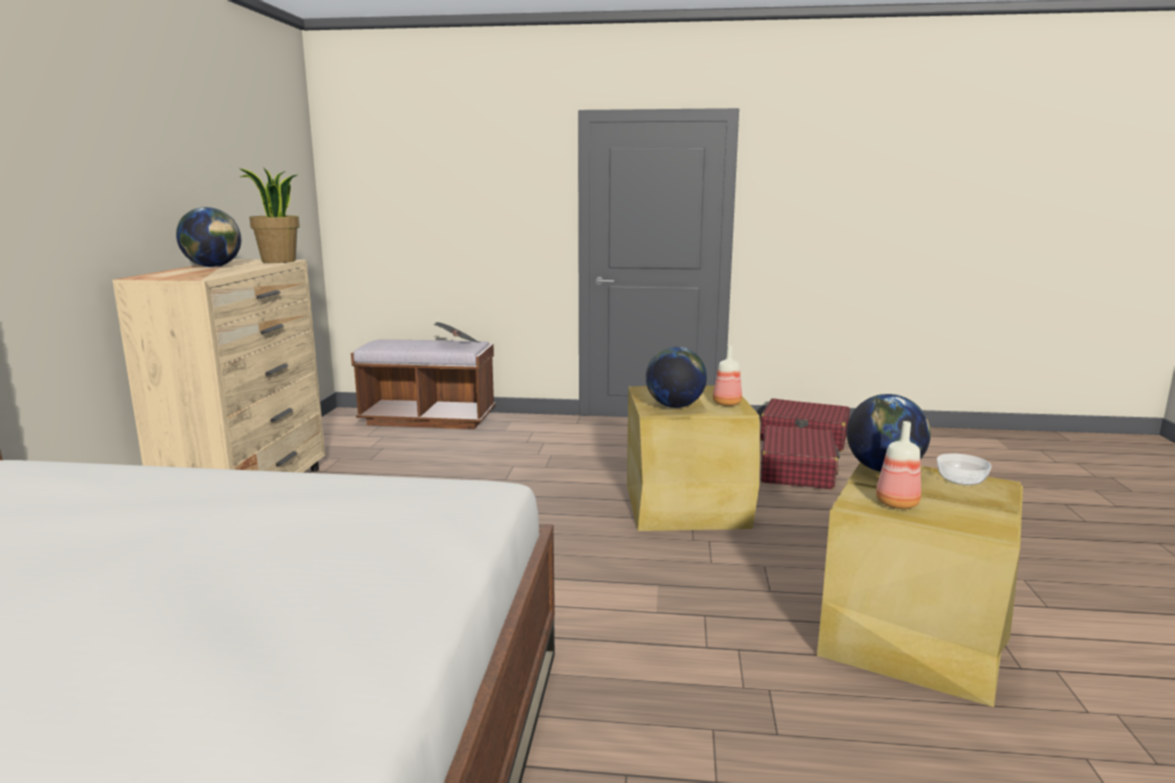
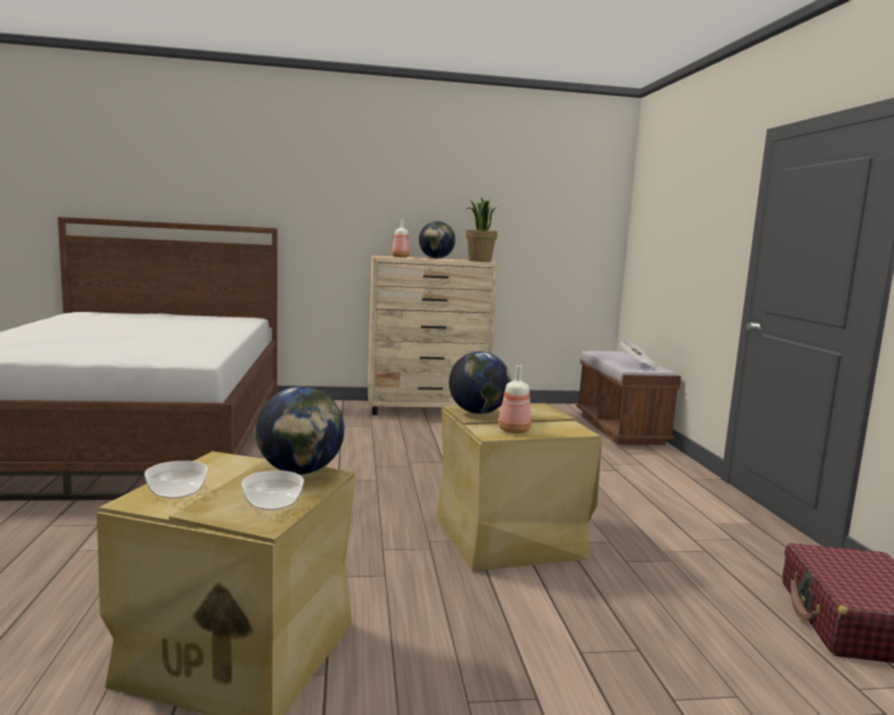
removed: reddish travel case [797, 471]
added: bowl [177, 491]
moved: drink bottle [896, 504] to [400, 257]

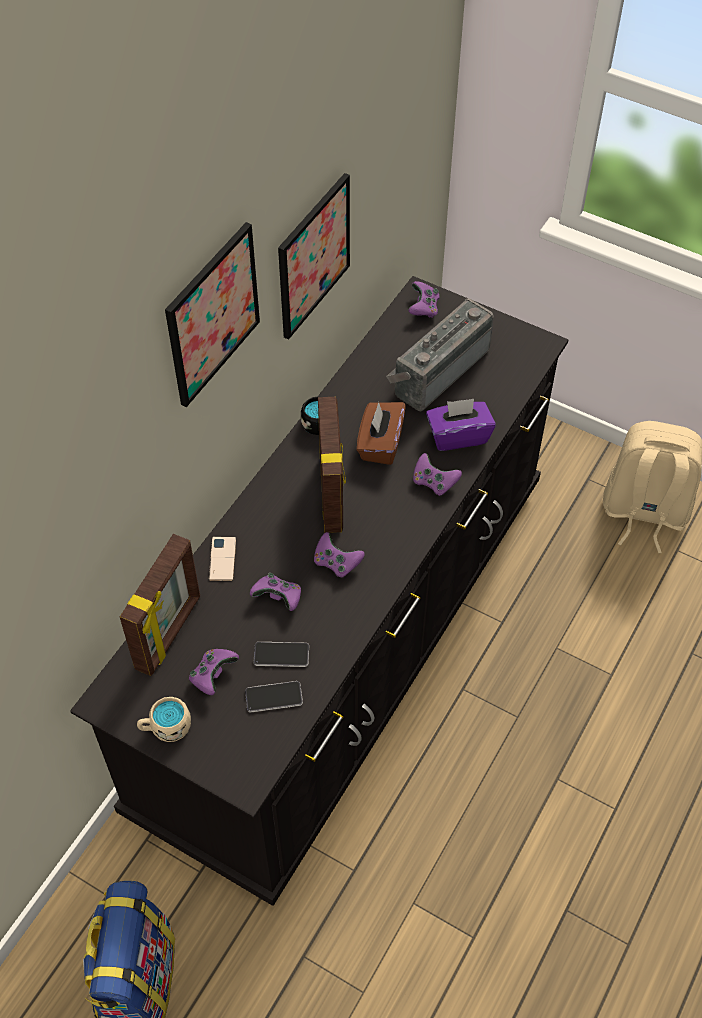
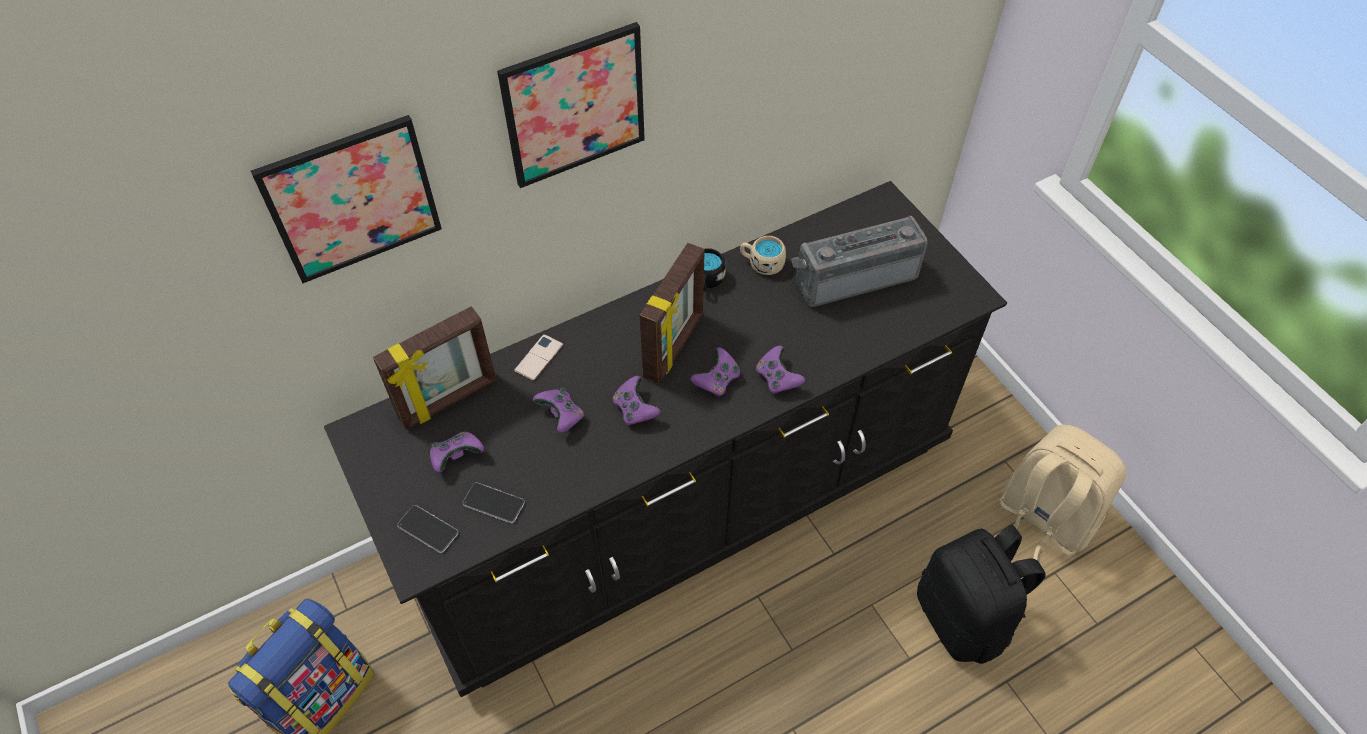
removed: brown-coloured box of tissues [380, 444]; purple-coloured box of tissues [458, 436]
added: black-coloured knapsack [964, 618]
moved: beige-coloured tea mug [165, 727] to [761, 263]; telephone [281, 655] to [428, 529]; picture [313, 256] to [352, 199]; purple-coloured gamepad [423, 308] to [716, 381]

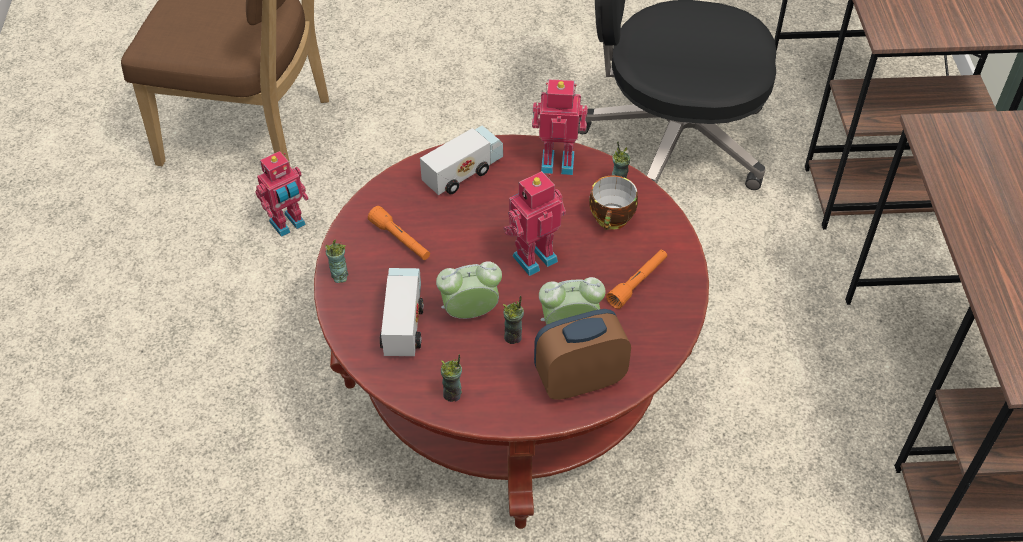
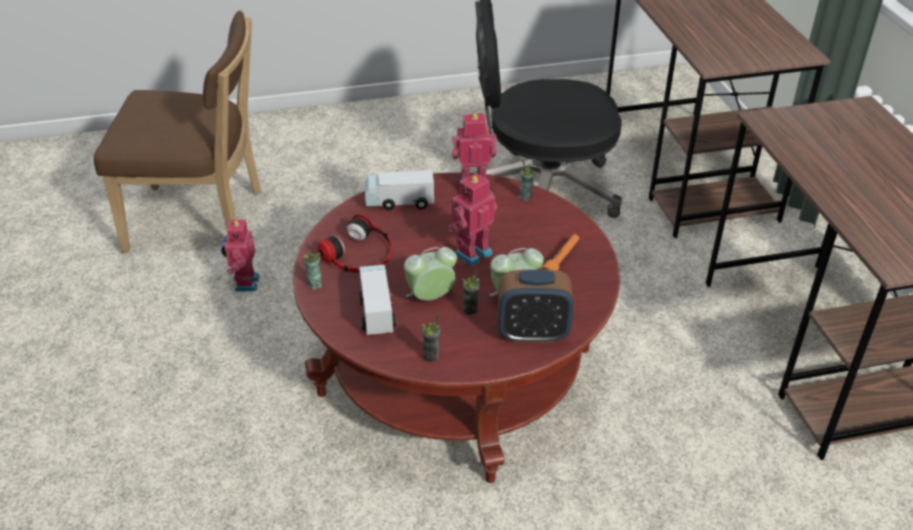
removed: drinking cup [612, 219]
replaced: orangey hand torch [400, 240] to pair of headphones [360, 254]
turned: robot figure [288, 224] = [244, 283] 135 degrees clockwise; model truck [463, 172] = [399, 202] 135 degrees counterclockwise; bedside clock [579, 380] = [533, 333] 150 degrees counterclockwise

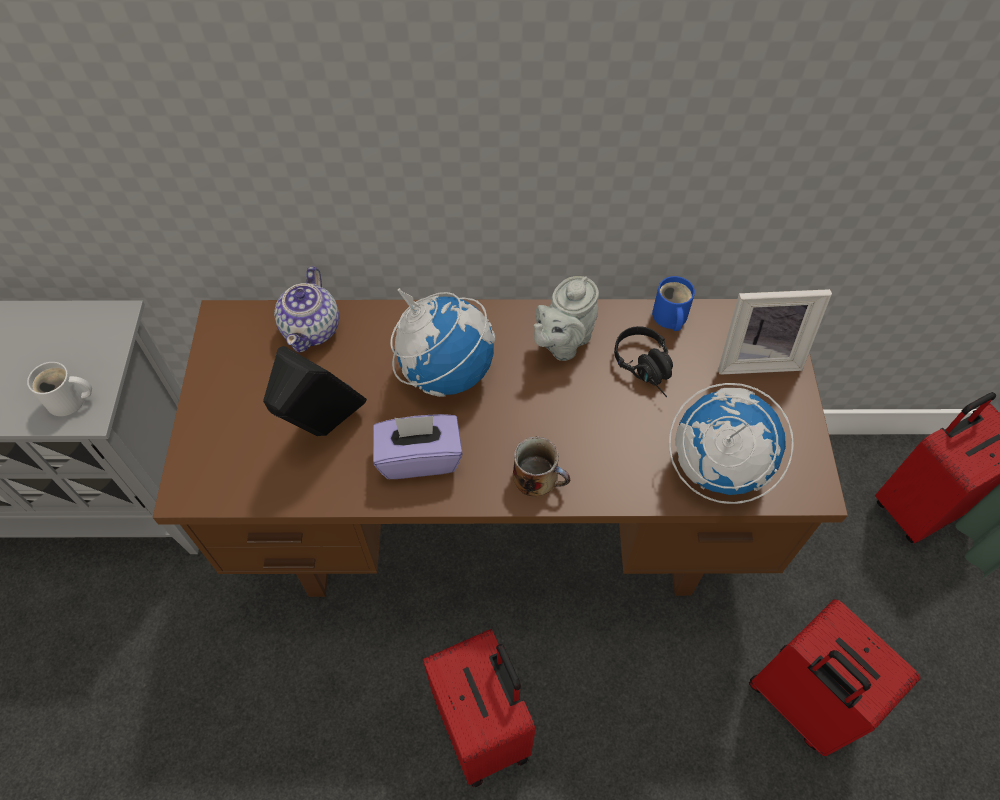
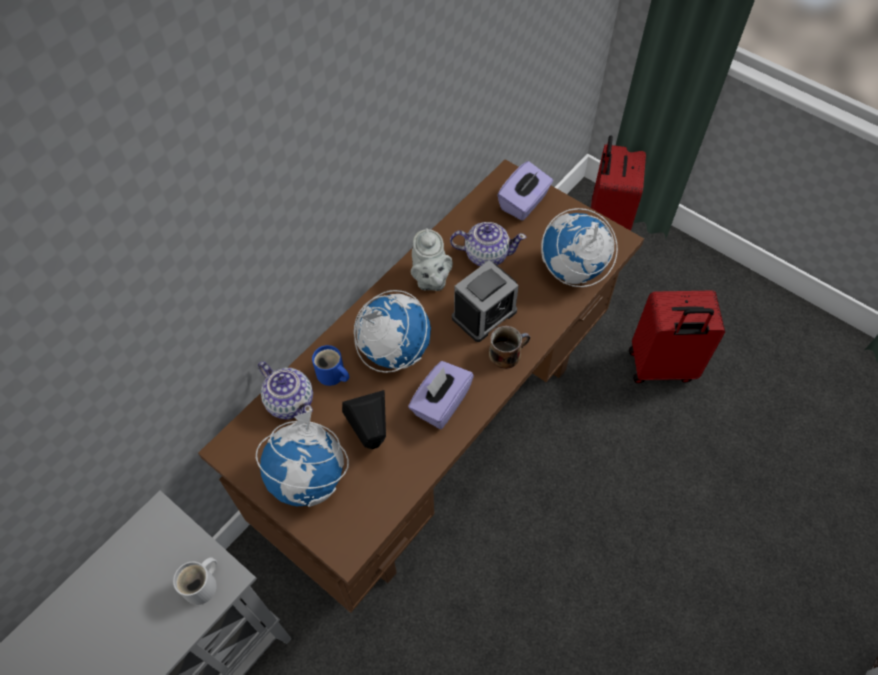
removed: reddish travel case [484, 728]
added: world globe [309, 478]; bedside clock [484, 314]
moved: blue-coloured tea mug [669, 318] to [332, 375]
replaced: black-coloured pair of headphones [647, 369] to teapot [486, 254]; picture frame [756, 357] to purple-coloured box of tissues [524, 203]

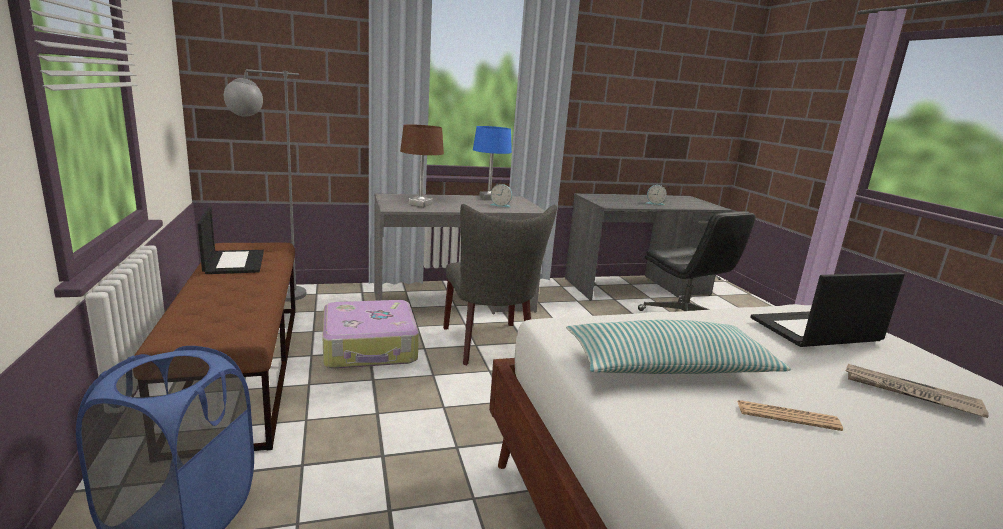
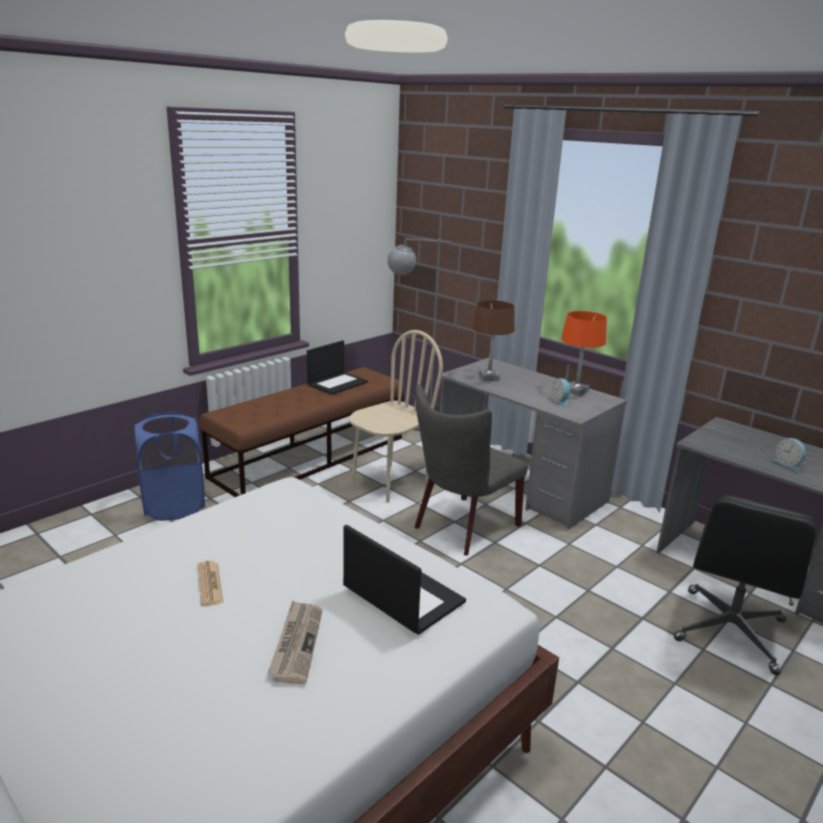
removed: pillow [668, 368]
replaced: travel case [370, 347] to beige-coloured chair [389, 483]
recoloured: blue-coloured table lamp [488, 198] to orangey table lamp [576, 391]

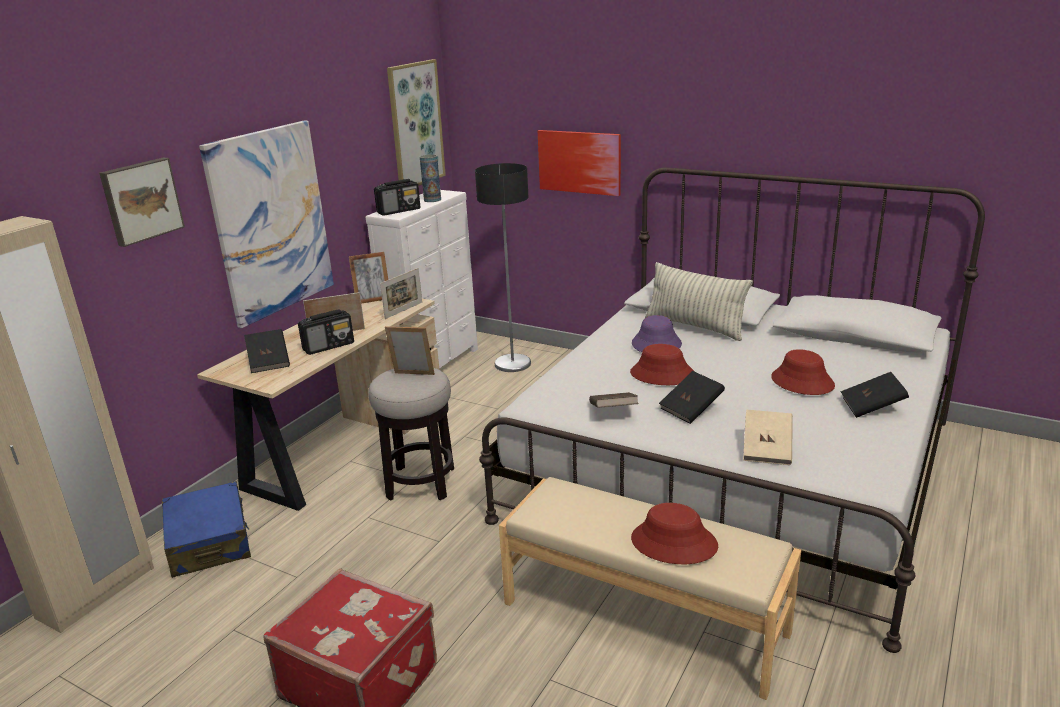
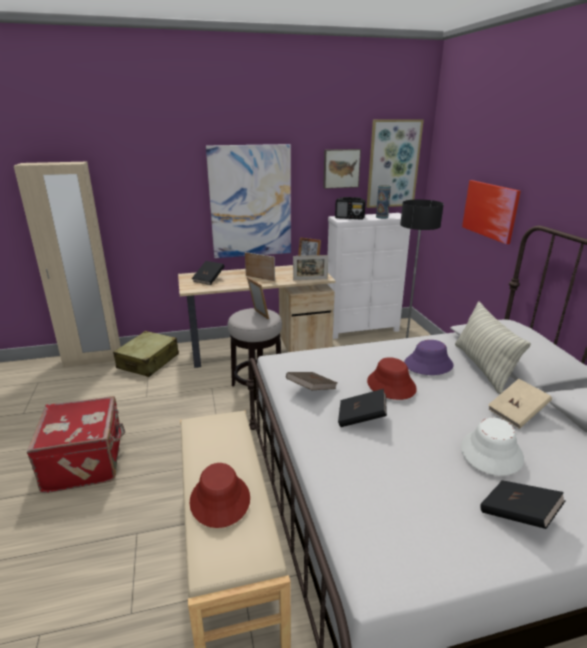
removed: radio set [329, 346]
moved: picture [141, 201] to [341, 168]; beige-coloured volume [767, 450] to [516, 413]
recoloured: blue-coloured travel case [209, 542] to beige-coloured travel case [148, 361]; reddish clothing hat [802, 382] to whitish clothing hat [491, 452]

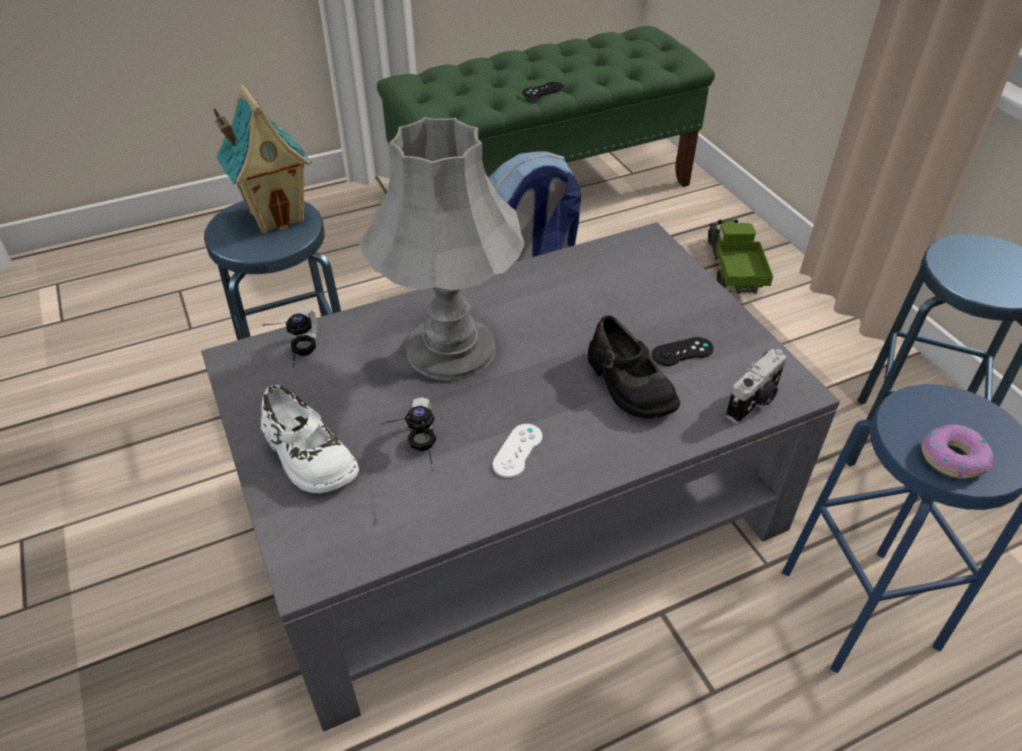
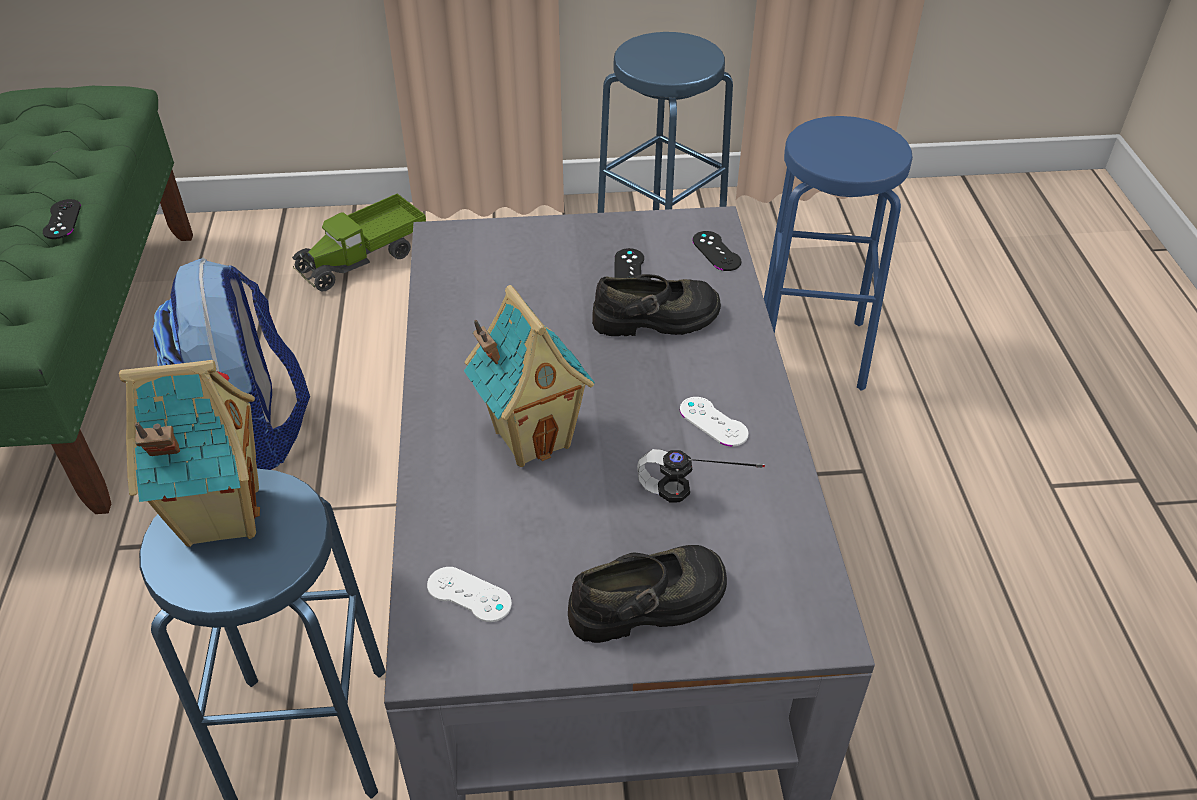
removed: doughnut [953, 458]
replaced: pair of headphones [291, 361] to whitish gamepad [469, 594]; grey table lamp [450, 350] to miniature house [532, 437]; photo camera [754, 402] to black-coloured gamepad [716, 251]
recoloured: whitish low shoe [307, 455] to black-coloured low shoe [649, 603]
turned: model truck [732, 269] = [364, 259] 60 degrees counterclockwise

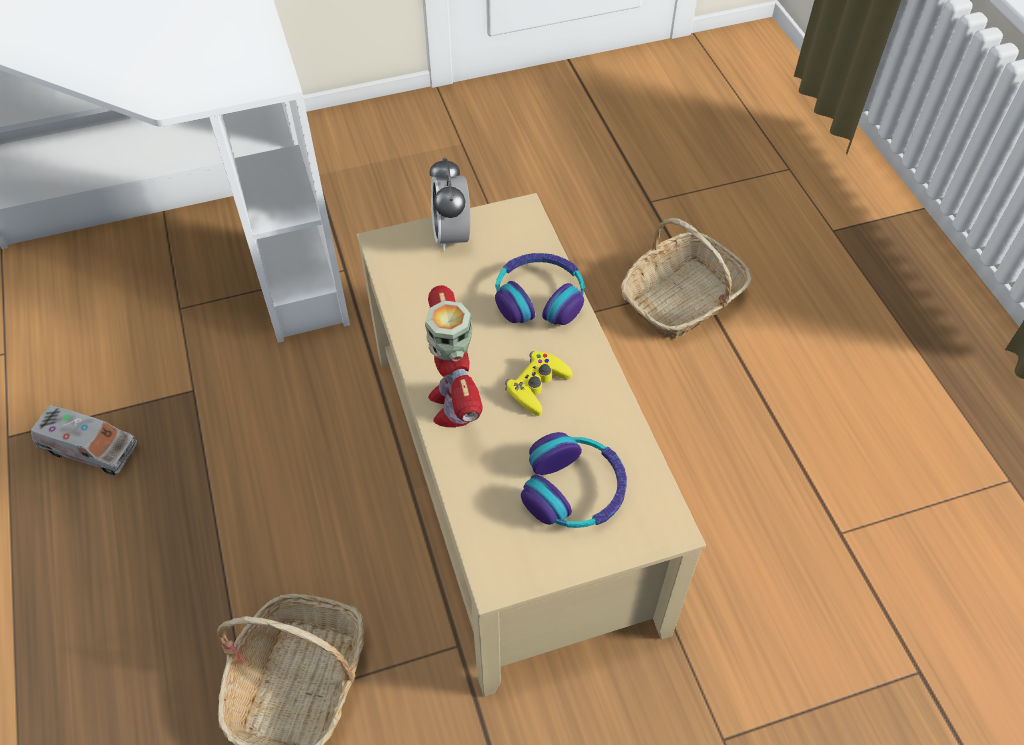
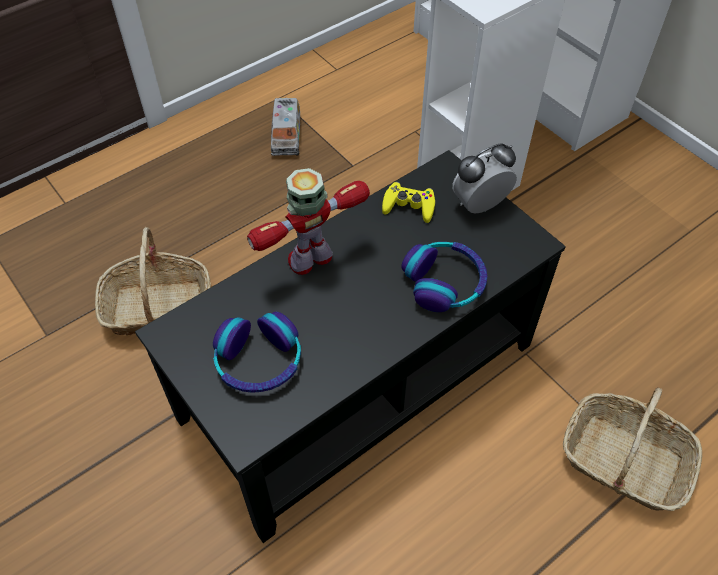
moved: yellowish gamepad [537, 386] to [409, 206]
recoloured: beige-coloured low table [512, 484] to black-coloured low table [358, 382]

